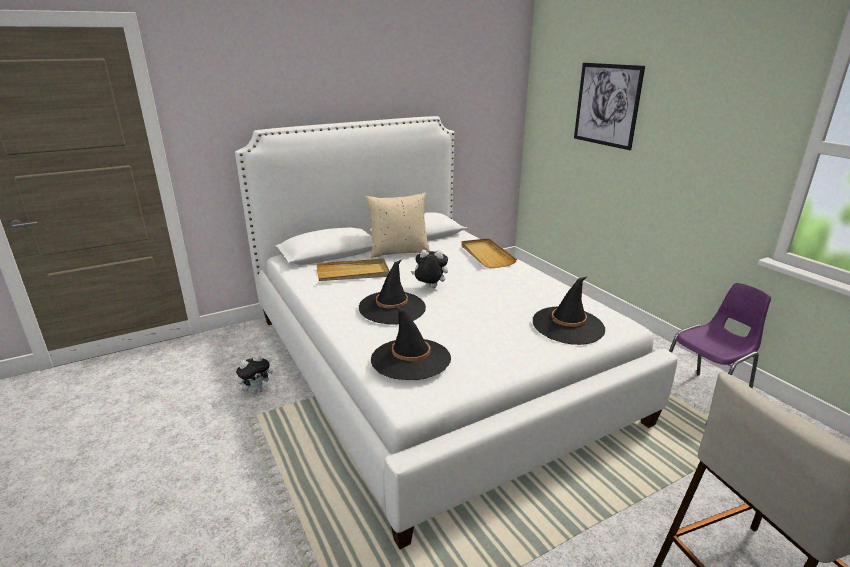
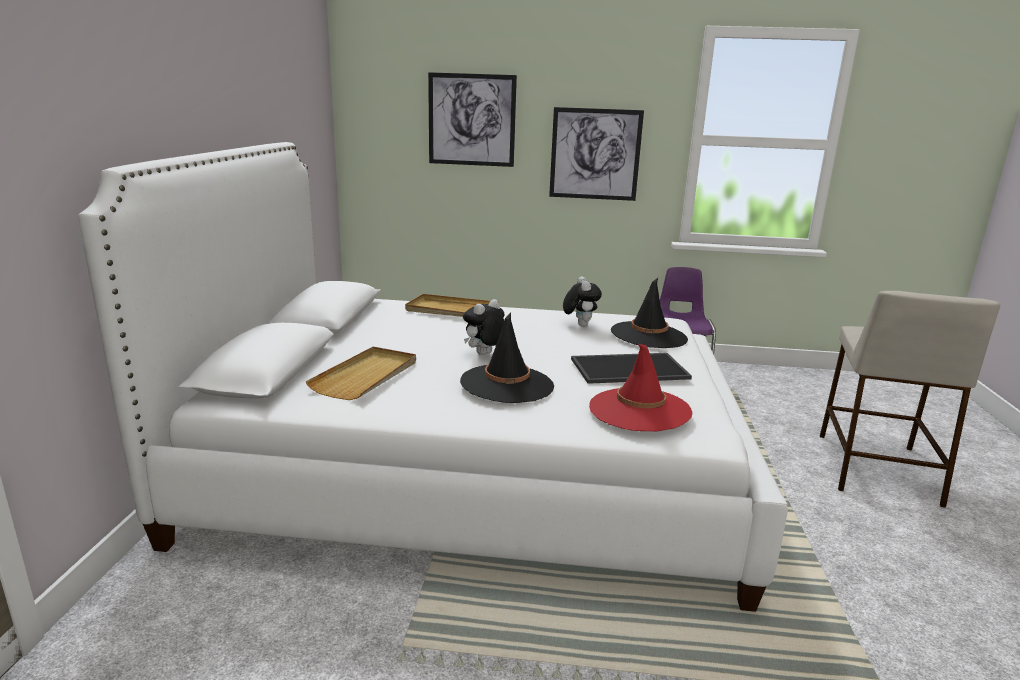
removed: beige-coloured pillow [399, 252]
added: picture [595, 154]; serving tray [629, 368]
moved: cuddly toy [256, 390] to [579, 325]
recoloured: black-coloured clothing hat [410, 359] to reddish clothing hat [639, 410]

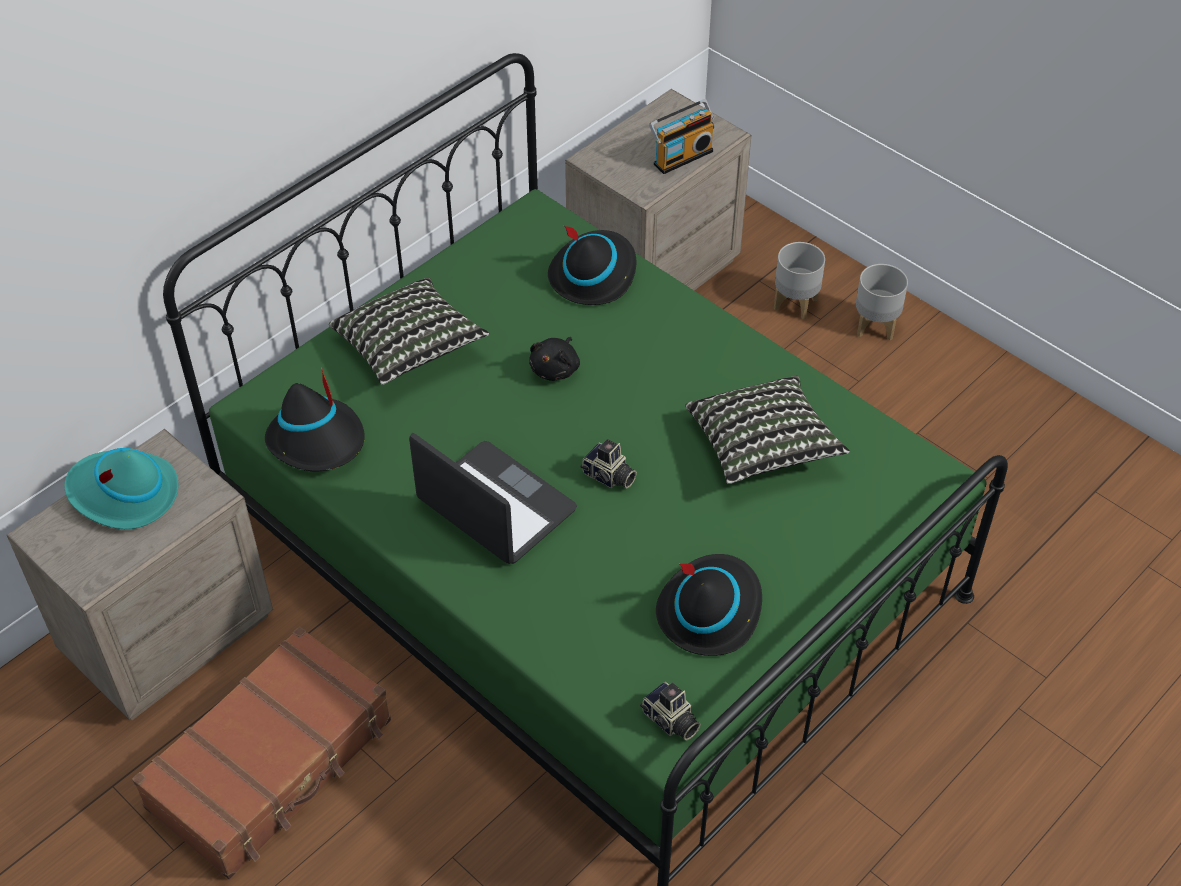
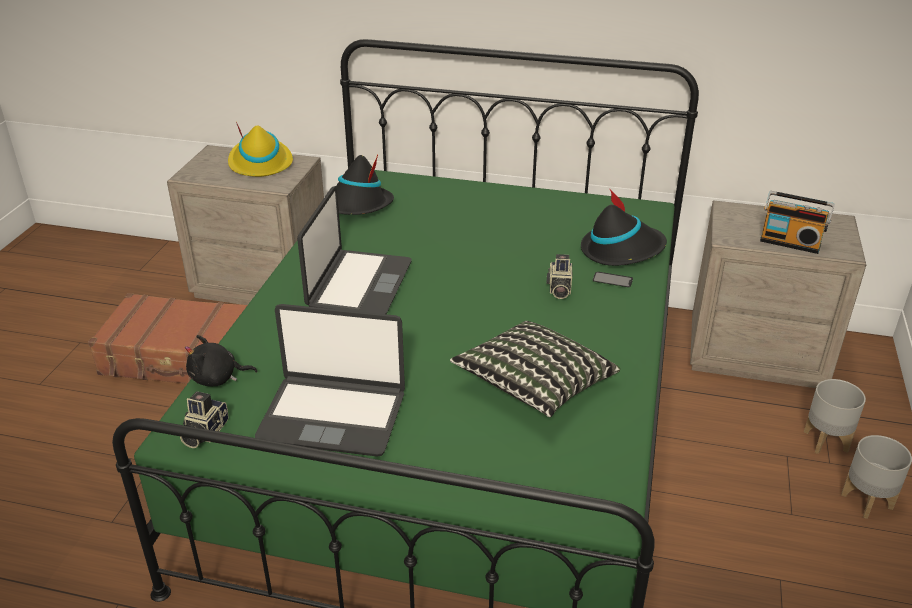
removed: pillow [409, 348]
added: telephone [612, 280]
moved: black-coloured cuddly toy [556, 369] to [217, 378]; photo camera [609, 477] to [558, 289]
replaced: black-coloured clothing hat [710, 610] to portable computer [333, 416]
recoloured: turquoise-coloured clothing hat [124, 494] to yellowish clothing hat [260, 163]

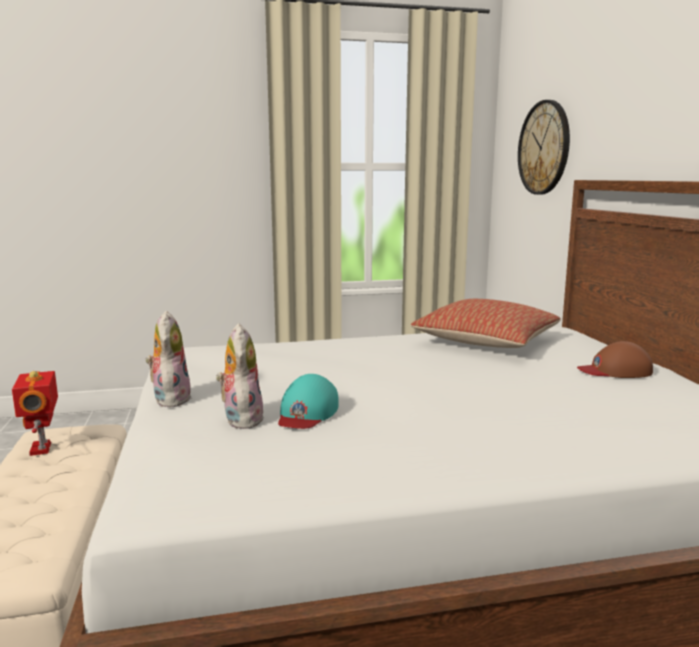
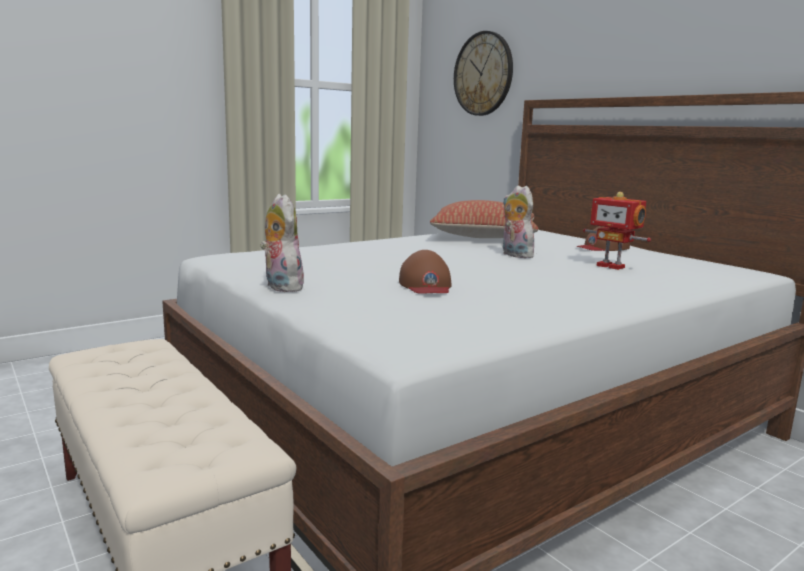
moved: robot figure [43, 448] to [611, 266]; cuddly toy [241, 419] to [514, 255]
recoloured: turquoise-coloured cap [307, 412] to brown-coloured cap [426, 285]

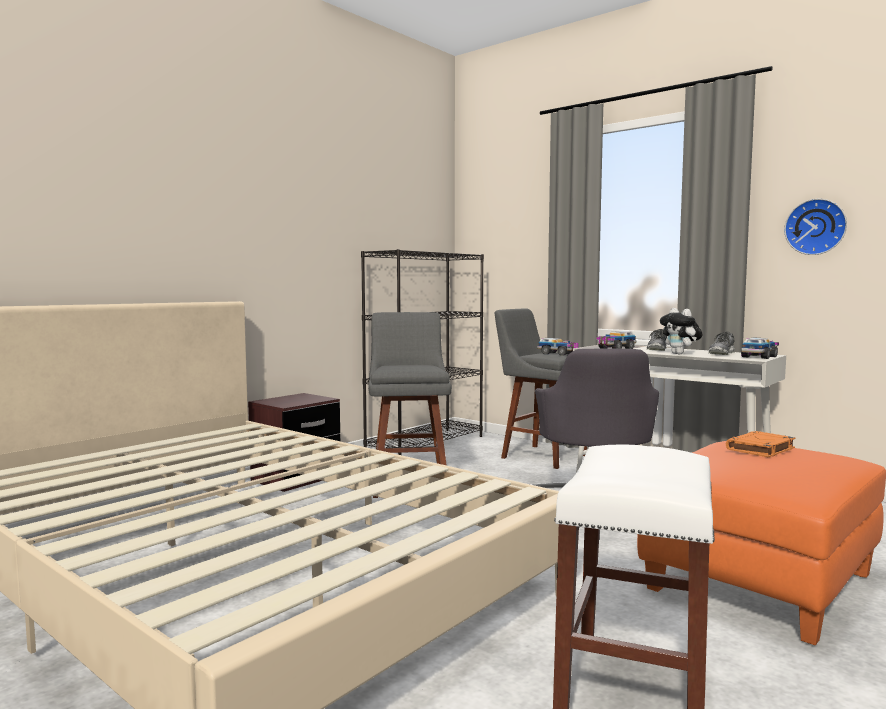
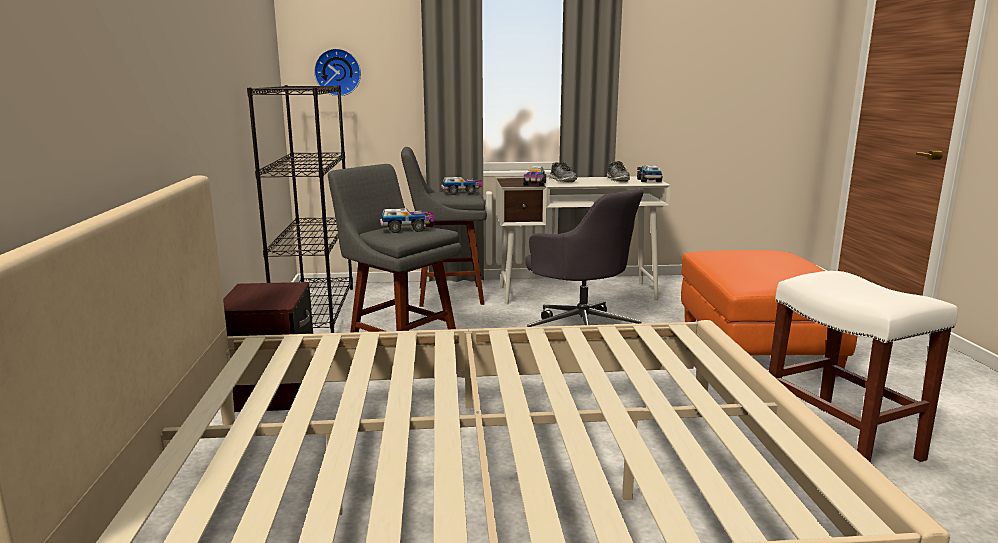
removed: cuddly toy [680, 354]; orangey volume [760, 449]
added: model truck [407, 229]
moved: clock on the wall [815, 227] to [338, 72]

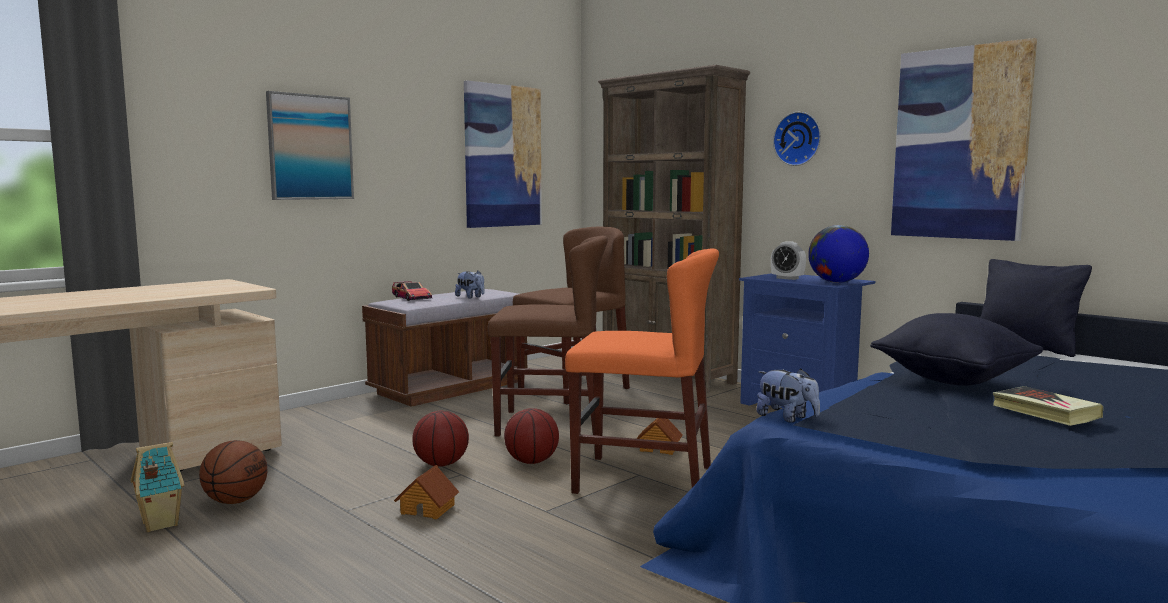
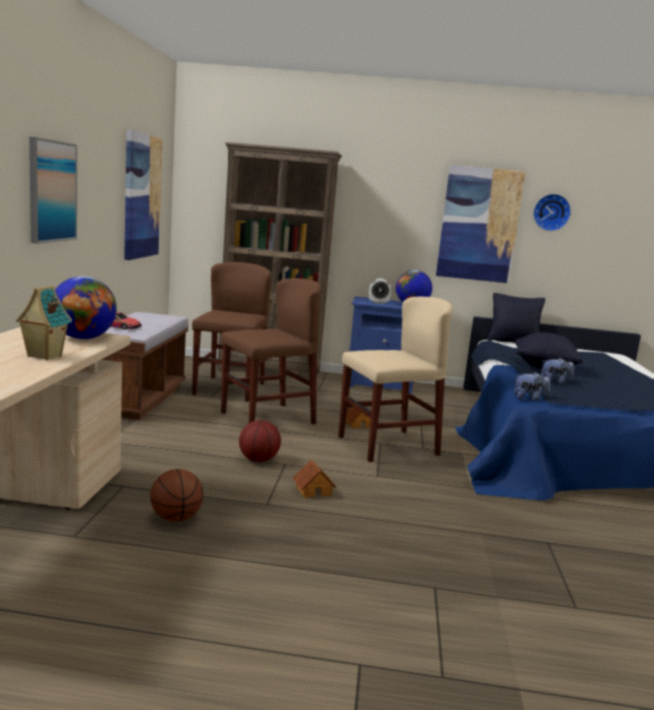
removed: basketball [532, 461]; volume [1045, 412]
added: world globe [83, 338]
moved: miniature house [159, 524] to [43, 356]; cuddly toy [471, 297] to [555, 382]; clock on the wall [798, 139] to [551, 212]
recoloured: orangey chair [643, 479] to beige-coloured chair [387, 446]

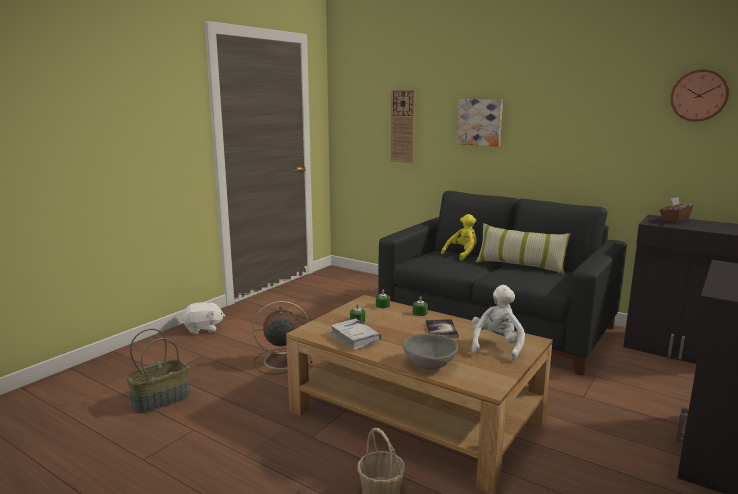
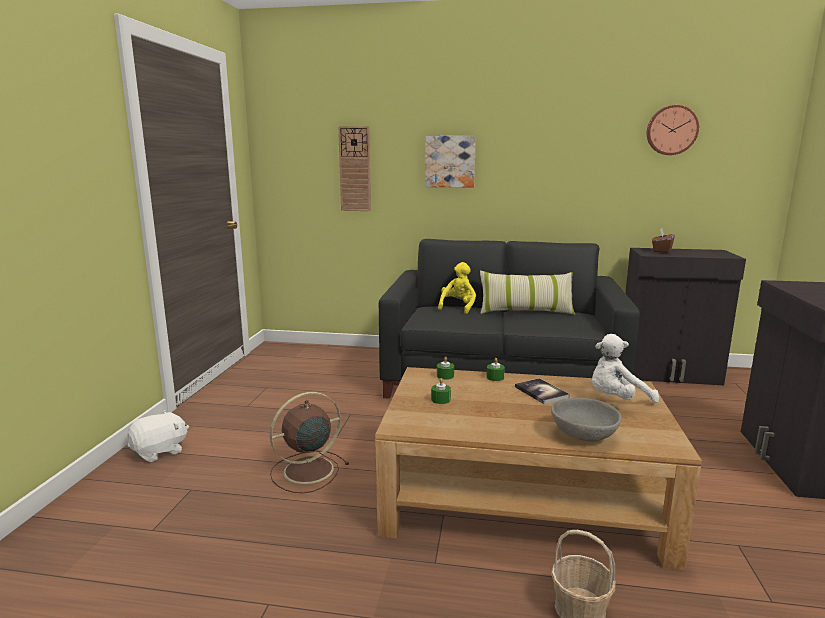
removed: basket [161, 399]; whitish volume [355, 338]
turned: whitish cuddly toy [496, 346] = [617, 400] 105 degrees counterclockwise

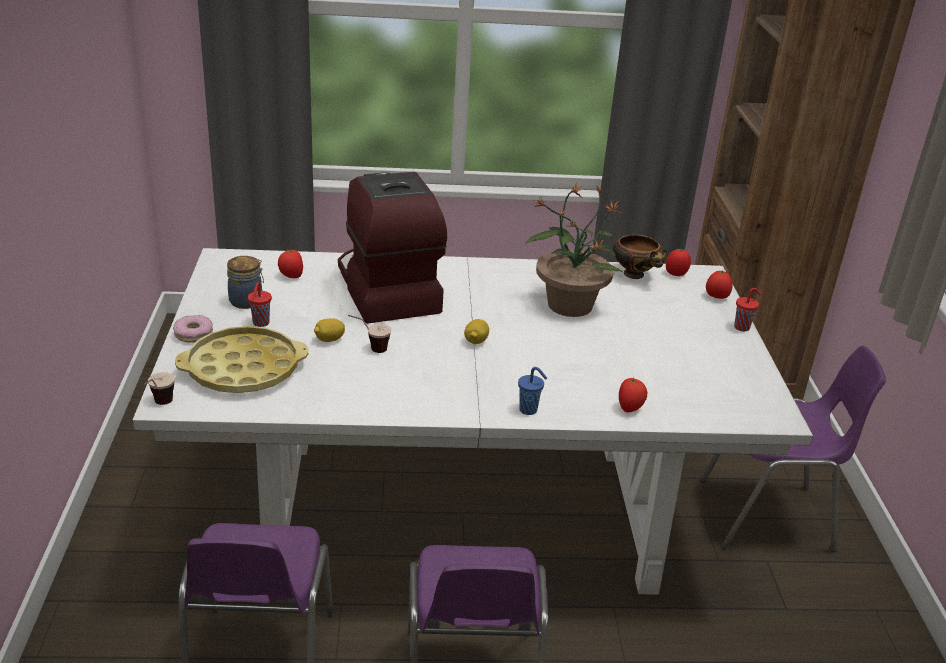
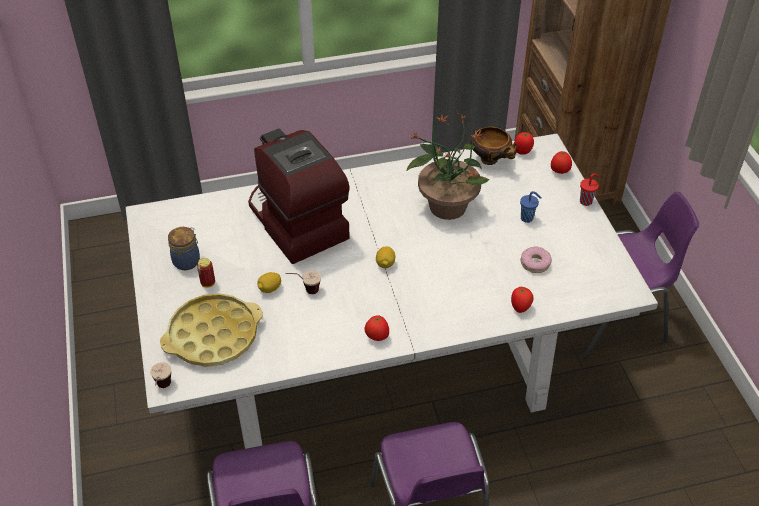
moved: doughnut [193, 334] to [535, 263]; whole tomato [291, 276] to [377, 337]; blue-coloured drinking cup [529, 410] to [527, 218]
replaced: reddish drinking cup [260, 323] to sealed can [208, 283]

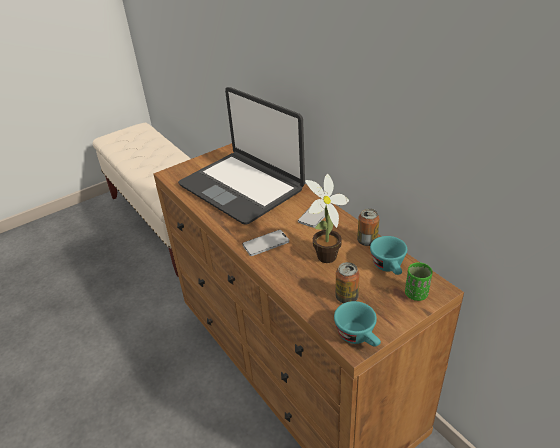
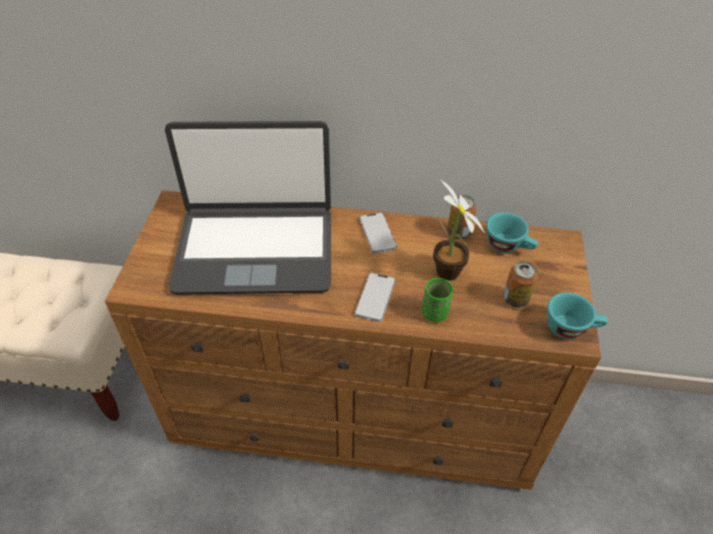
moved: green-coloured drinking cup [416, 294] to [435, 313]

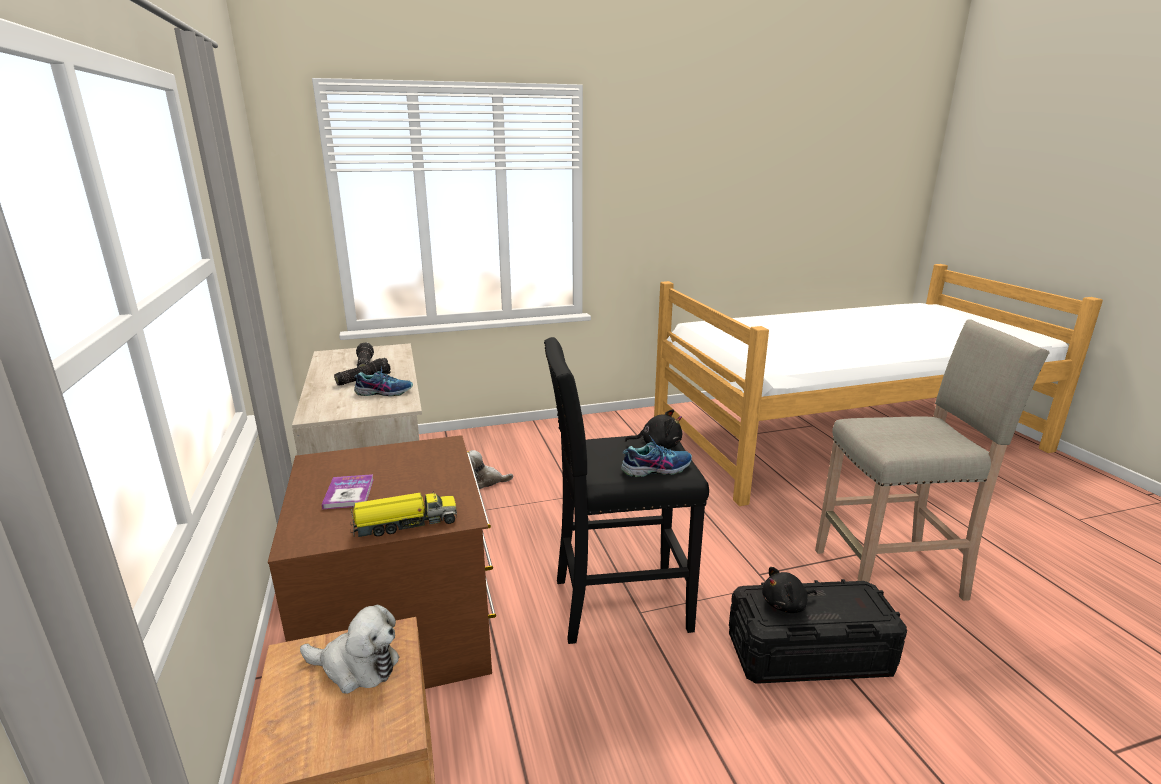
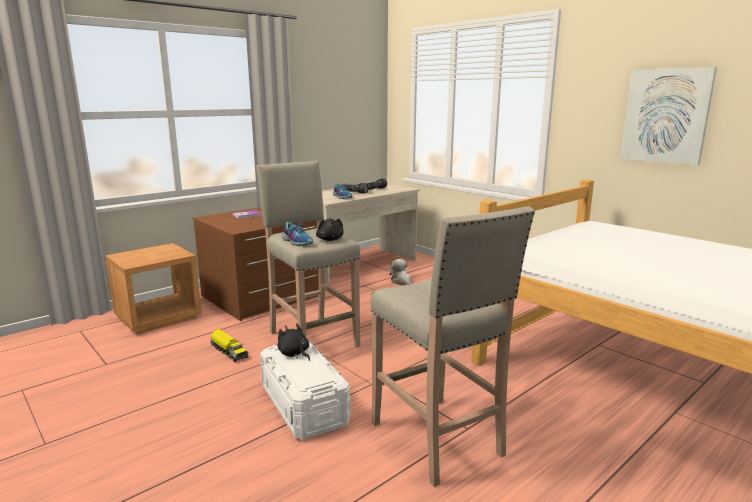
removed: cuddly toy [356, 666]
added: picture [665, 116]
moved: model truck [405, 524] to [229, 351]
recoloured: black-coloured sitting stool [617, 604] to beige-coloured sitting stool [312, 338]; black-coloured storage bin [809, 654] to whitish storage bin [303, 405]

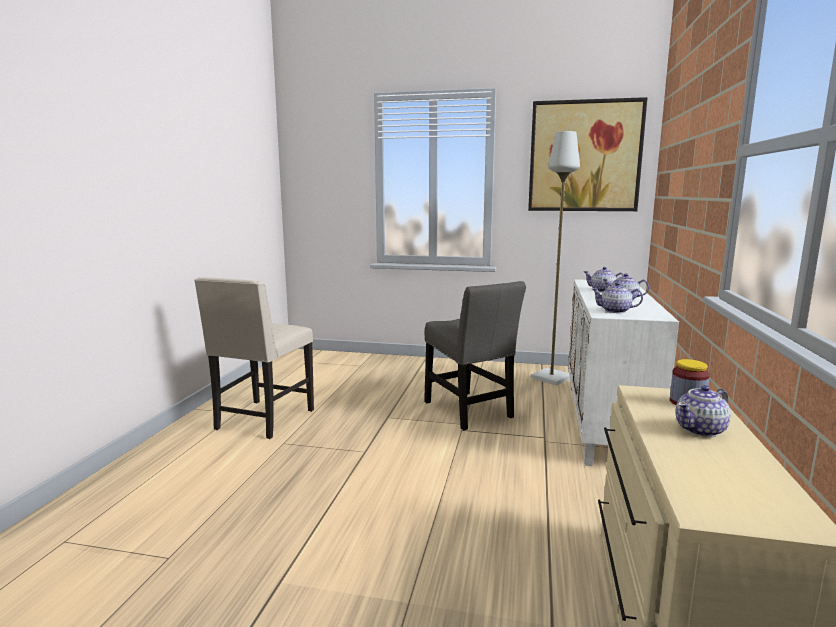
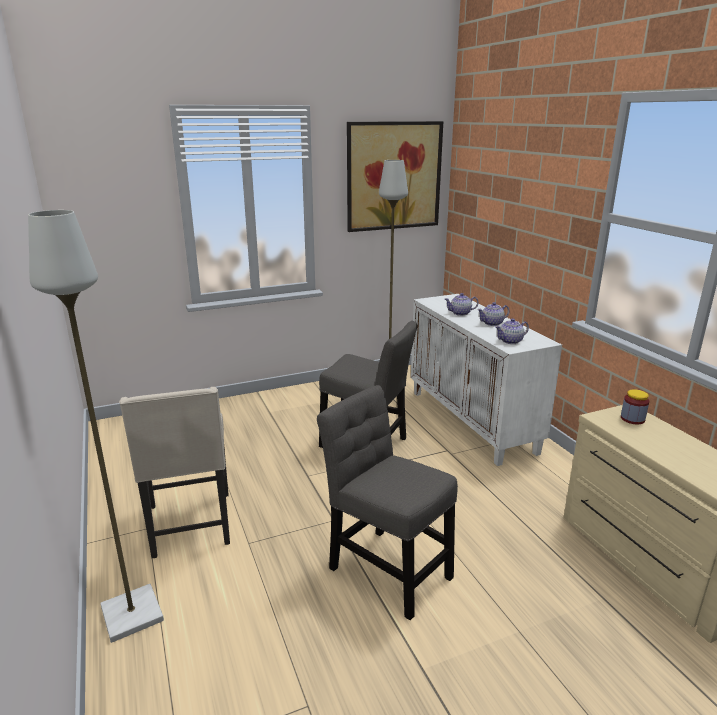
removed: teapot [701, 430]
added: grey standing lamp [130, 614]; grey chair [386, 568]

